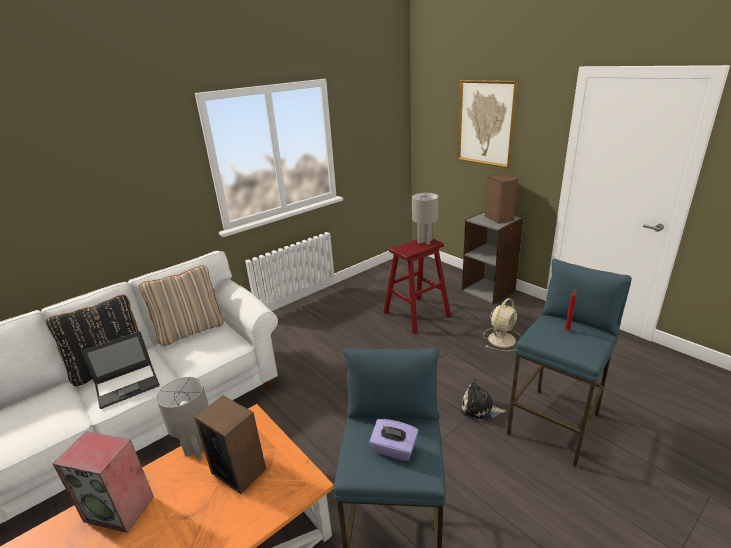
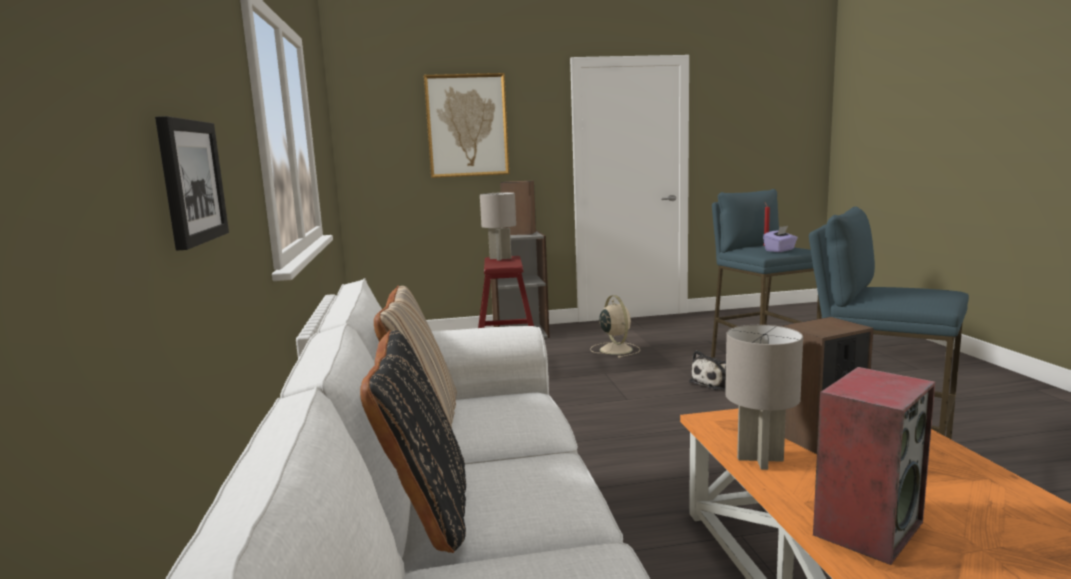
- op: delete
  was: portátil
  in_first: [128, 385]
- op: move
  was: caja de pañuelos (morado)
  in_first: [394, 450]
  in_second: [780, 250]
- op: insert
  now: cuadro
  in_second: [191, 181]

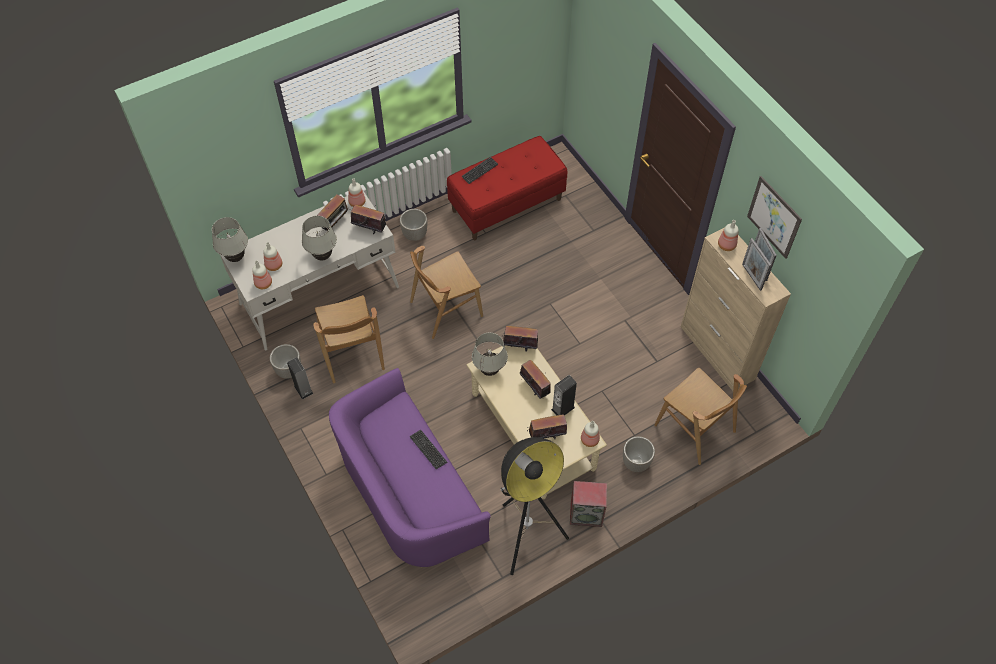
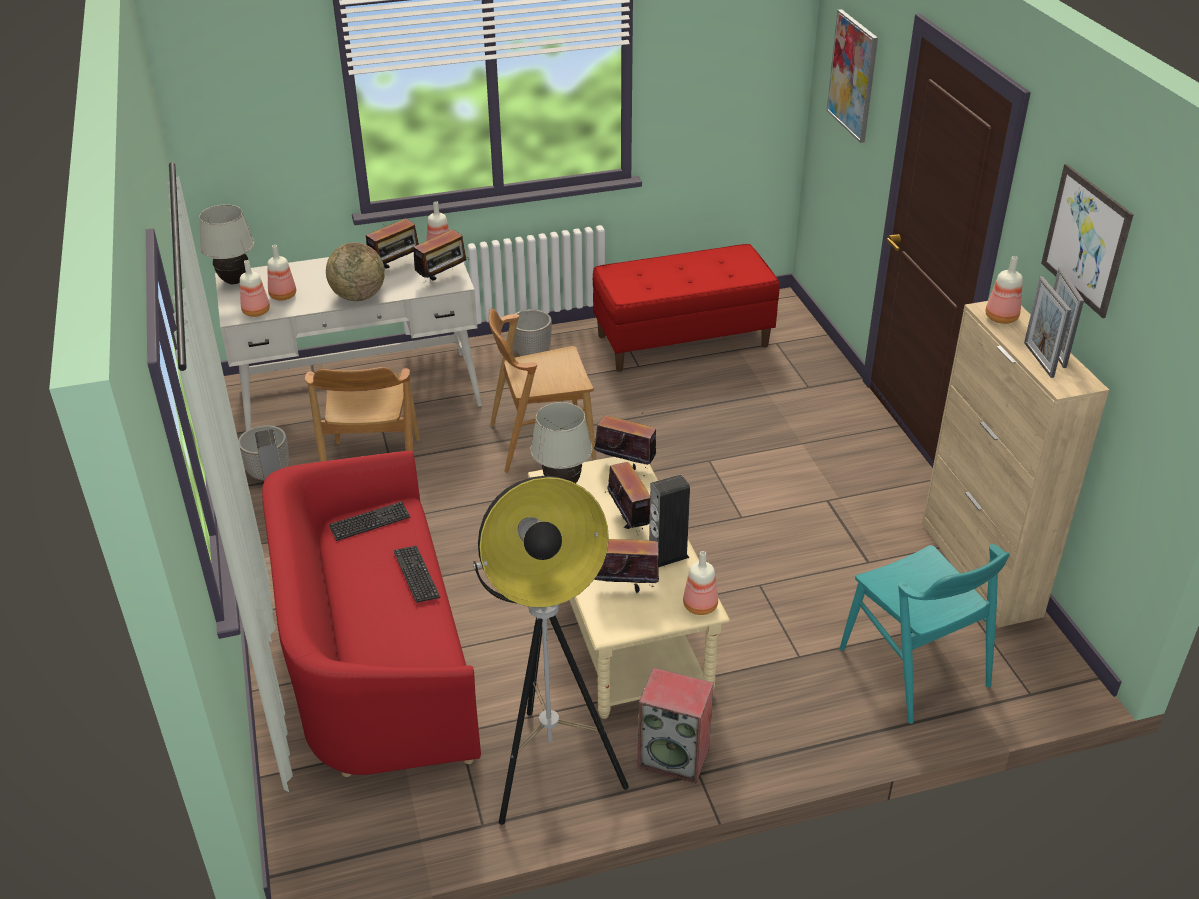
- op: move
  was: teclado
  in_first: [479, 171]
  in_second: [370, 522]
- op: rotate
  was: radio
  in_first: [369, 229]
  in_second: [443, 279]
  clockwise: 105
- op: replace
  was: lámpara de mesa (blanco)
  now: globo terráqueo
  in_first: [322, 256]
  in_second: [358, 296]
- op: recolor
  was: sofá (morado)
  now: sofá (rojo)
  in_first: [408, 490]
  in_second: [376, 660]
- op: recolor
  was: silla (marrón)
  now: silla (turquesa)
  in_first: [695, 428]
  in_second: [914, 668]
- op: delete
  was: maceta
  in_first: [636, 462]
- op: insert
  now: cuadro
  in_second: [853, 75]

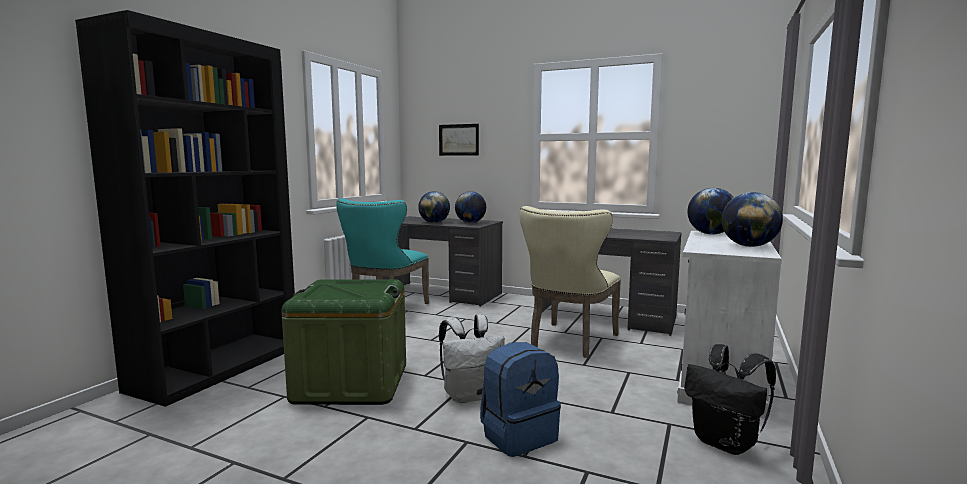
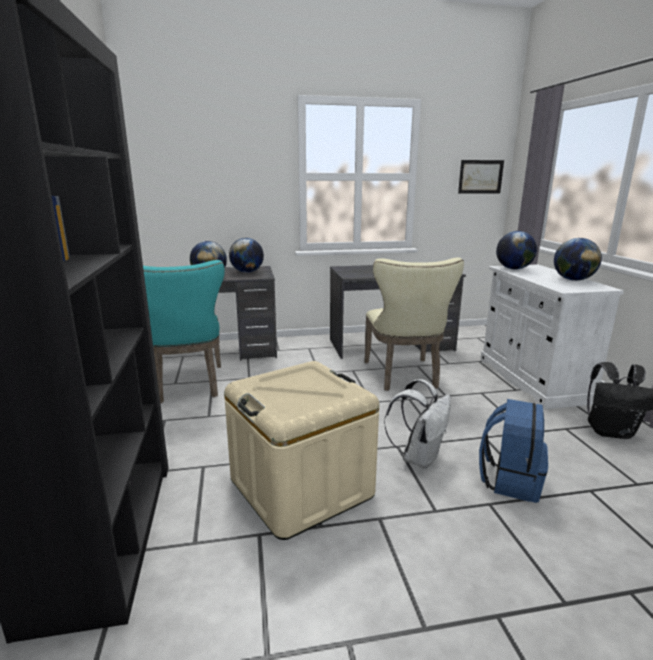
- op: move
  was: cuadro
  in_first: [458, 140]
  in_second: [480, 176]
- op: recolor
  was: caja de almacenaje (verde)
  now: caja de almacenaje (beis)
  in_first: [351, 383]
  in_second: [301, 487]

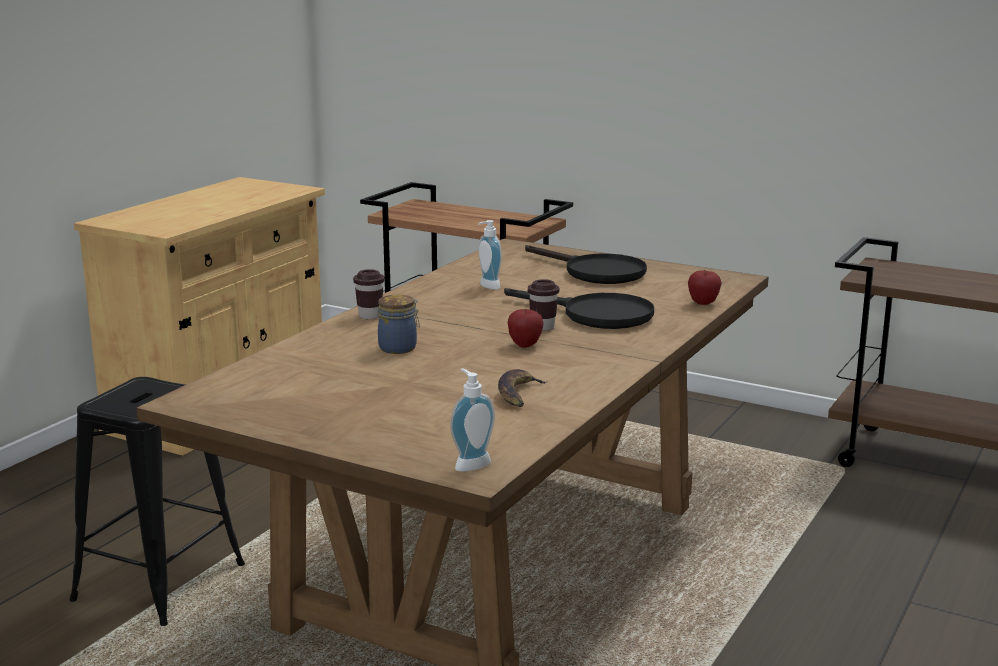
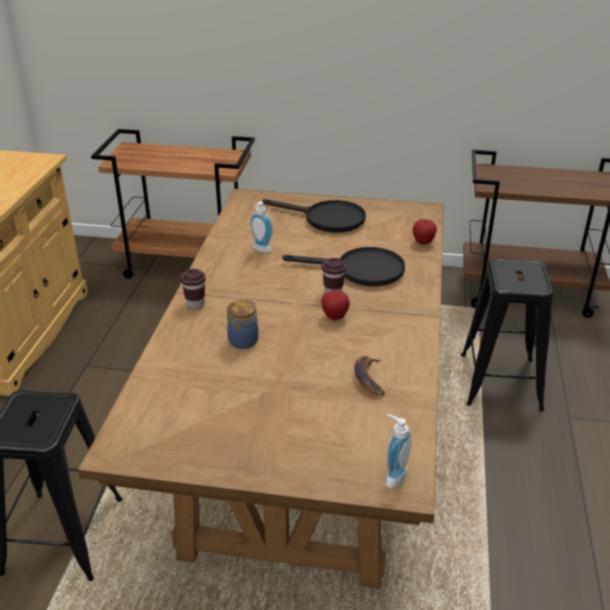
- op: insert
  now: taburete (negro)
  in_second: [500, 381]

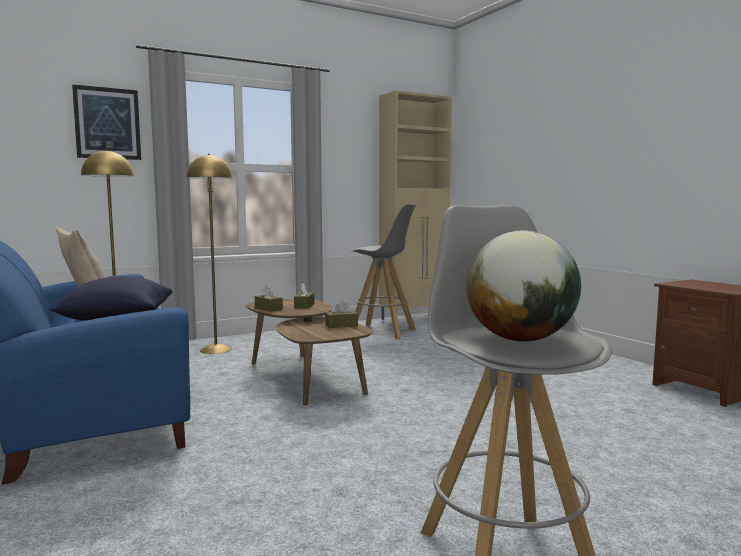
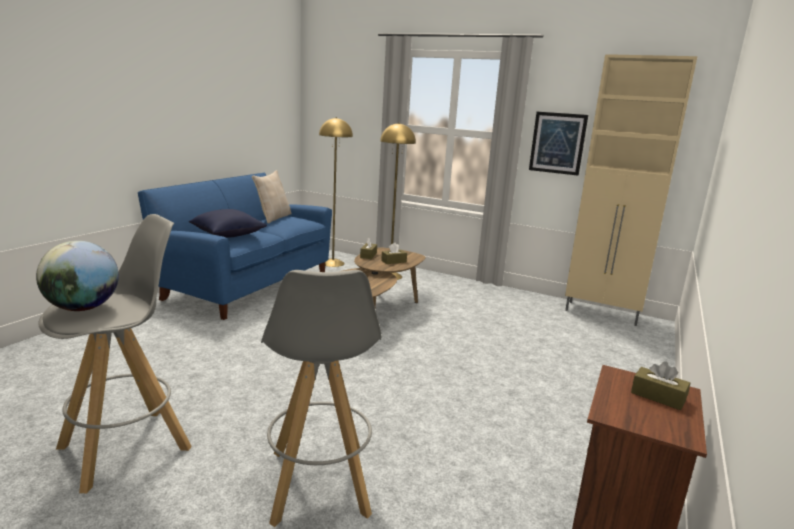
- op: move
  was: cuadro
  in_first: [107, 123]
  in_second: [557, 143]
- op: move
  was: taburete (gris)
  in_first: [383, 332]
  in_second: [319, 483]
- op: move
  was: caja de pañuelos (marrón)
  in_first: [341, 325]
  in_second: [658, 396]

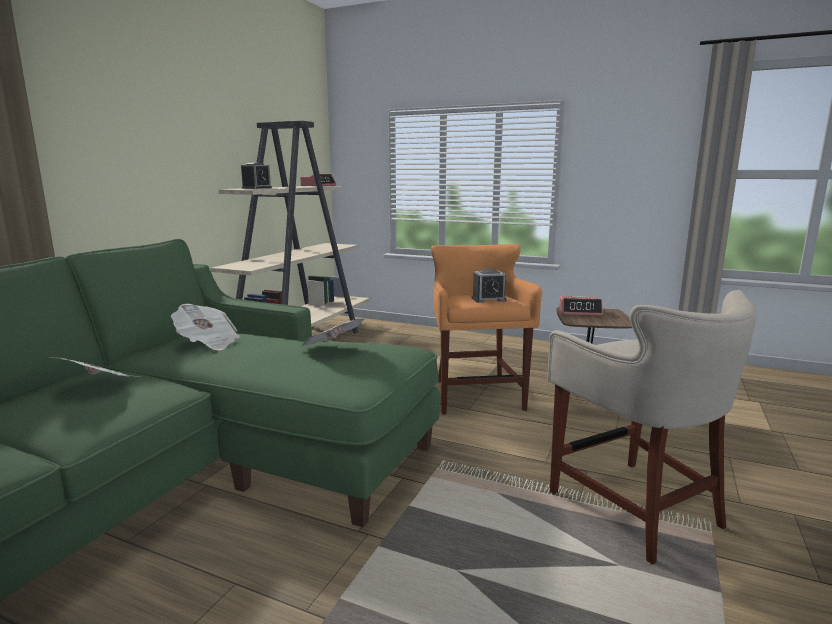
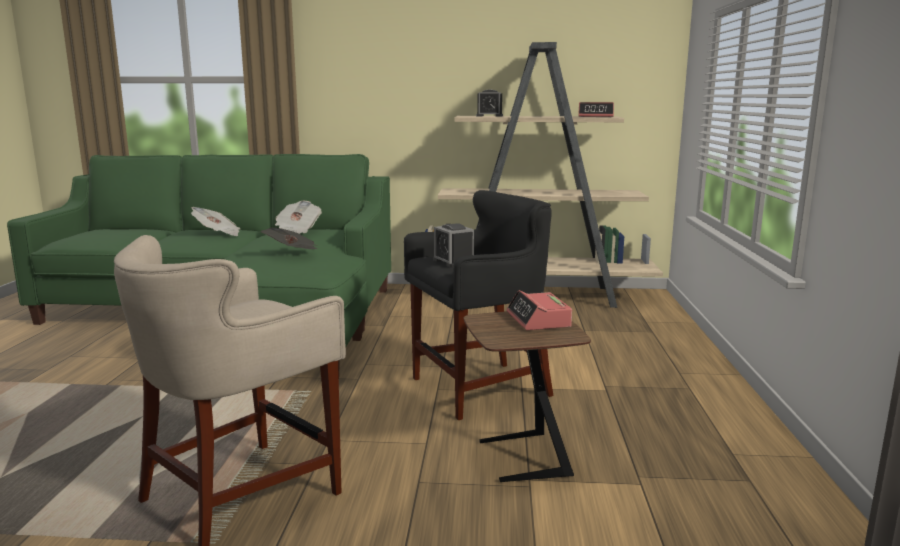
- op: recolor
  was: taburete (naranja)
  now: taburete (negro)
  in_first: [476, 396]
  in_second: [479, 389]

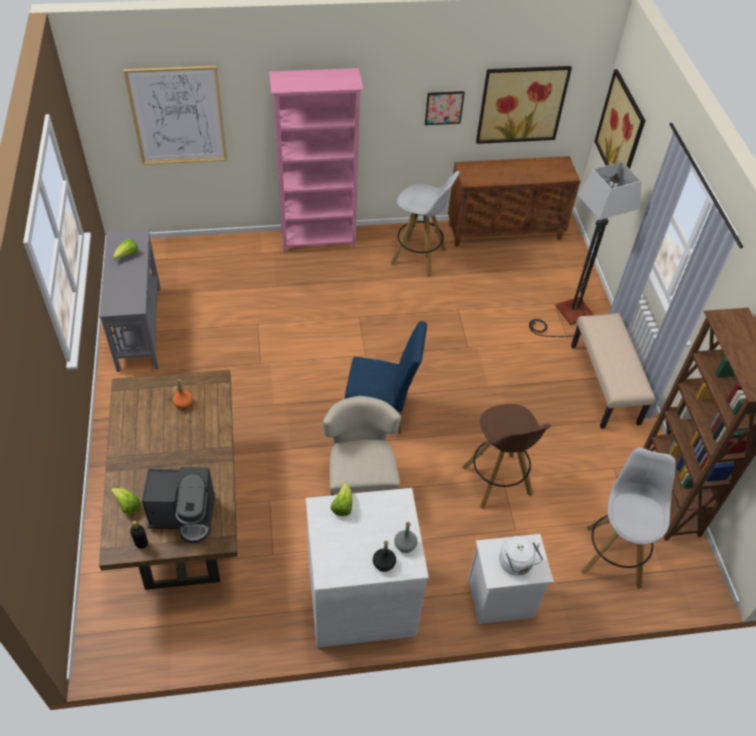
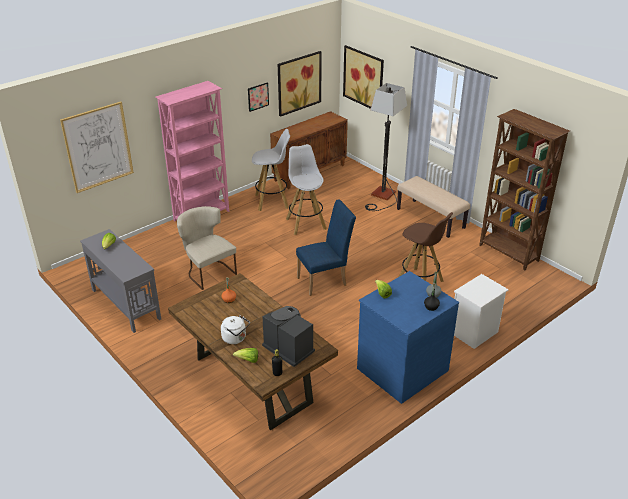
- op: move
  was: silla (beis)
  in_first: [360, 484]
  in_second: [208, 272]
- op: move
  was: taburete (blanco)
  in_first: [613, 555]
  in_second: [305, 223]
- op: rotate
  was: cafetera
  in_first: [184, 515]
  in_second: [288, 348]
  clockwise: -105
- op: recolor
  was: cómoda (blanco)
  now: cómoda (azul)
  in_first: [361, 597]
  in_second: [401, 368]
- op: move
  was: hervidor (blanco)
  in_first: [516, 564]
  in_second: [235, 338]

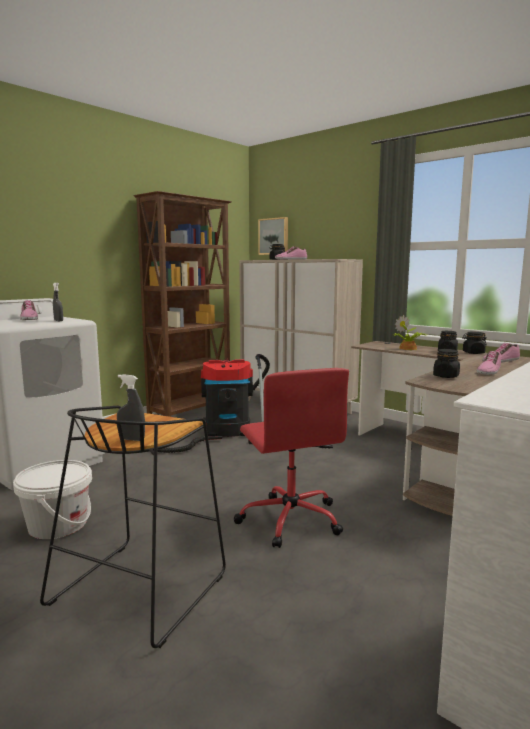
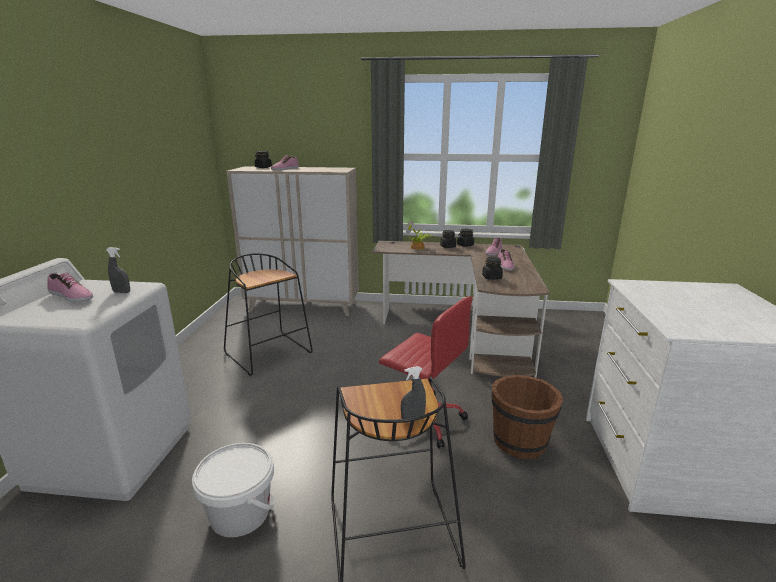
- op: delete
  was: estantería (marrón)
  in_first: [191, 411]
- op: delete
  was: cuadro
  in_first: [274, 236]
- op: replace
  was: aspiradora
  now: taburete (negro)
  in_first: [221, 432]
  in_second: [270, 354]
- op: insert
  now: cubo (marrón)
  in_second: [520, 441]

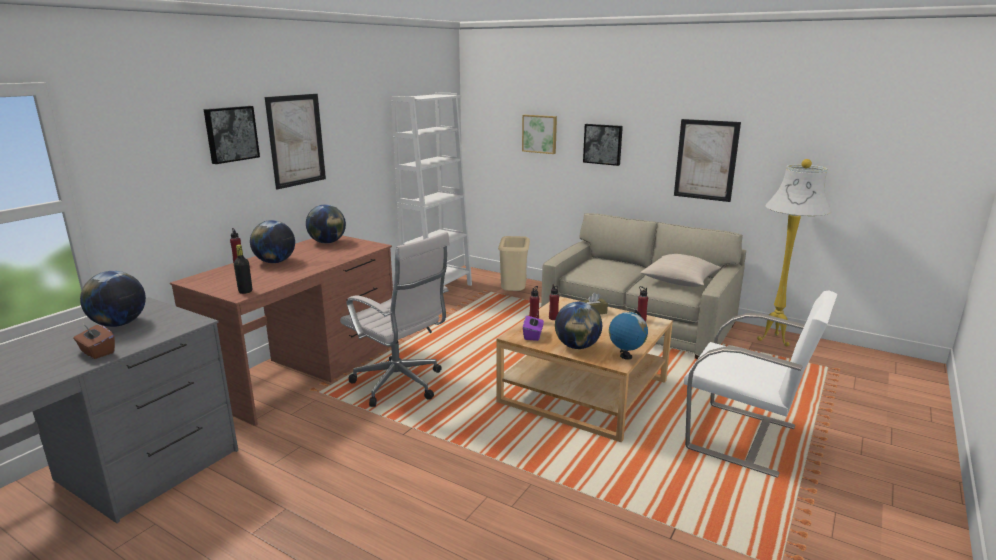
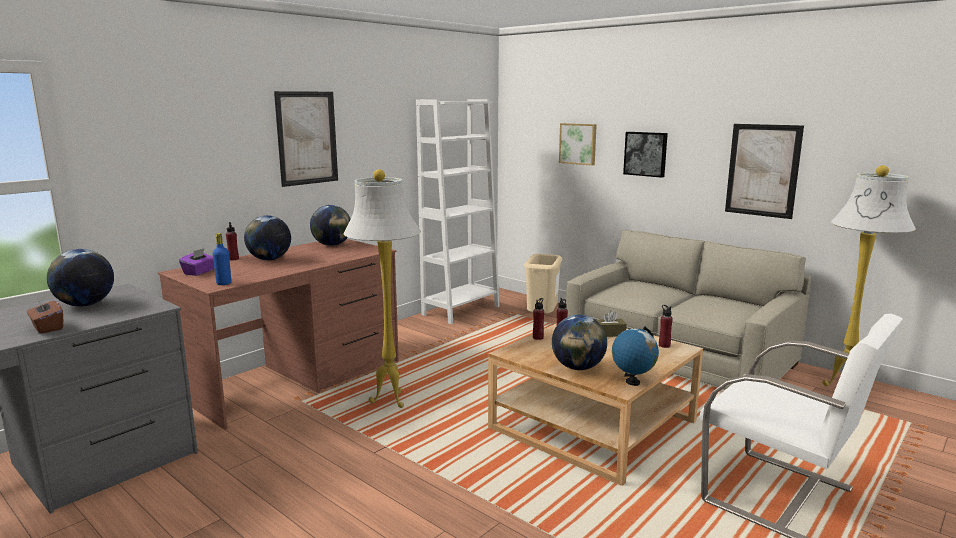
- op: delete
  was: cuadro
  in_first: [231, 134]
- op: replace
  was: silla de oficina (blanco)
  now: lámpara de pie (blanco)
  in_first: [400, 385]
  in_second: [389, 402]
- op: recolor
  was: botella (negro)
  now: botella (azul)
  in_first: [245, 291]
  in_second: [224, 283]
- op: delete
  was: cojín (beis)
  in_first: [679, 281]
- op: move
  was: caja de pañuelos (morado)
  in_first: [533, 335]
  in_second: [199, 272]

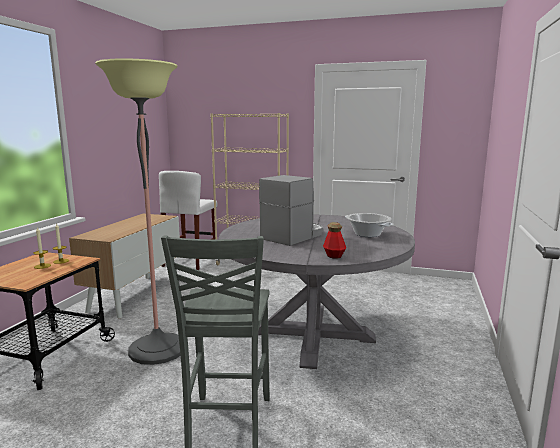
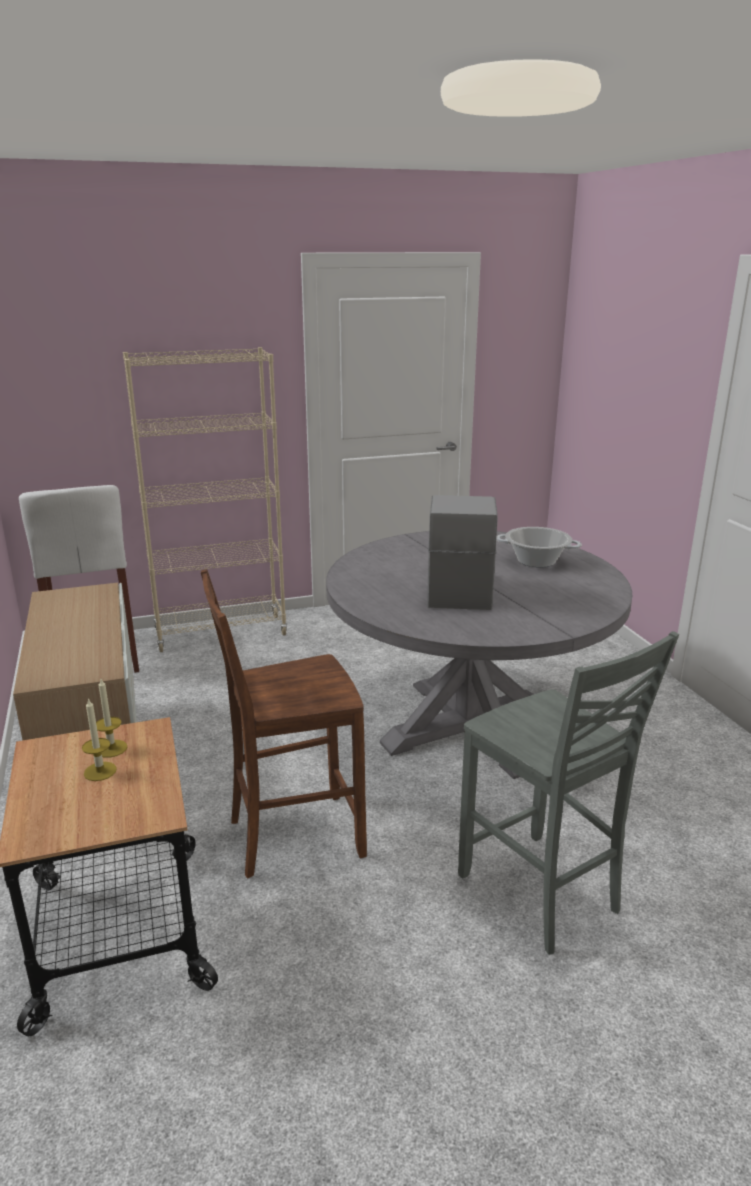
- op: replace
  was: lámpara de pie
  now: silla (marrón)
  in_first: [158, 349]
  in_second: [292, 836]
- op: delete
  was: botella
  in_first: [334, 256]

